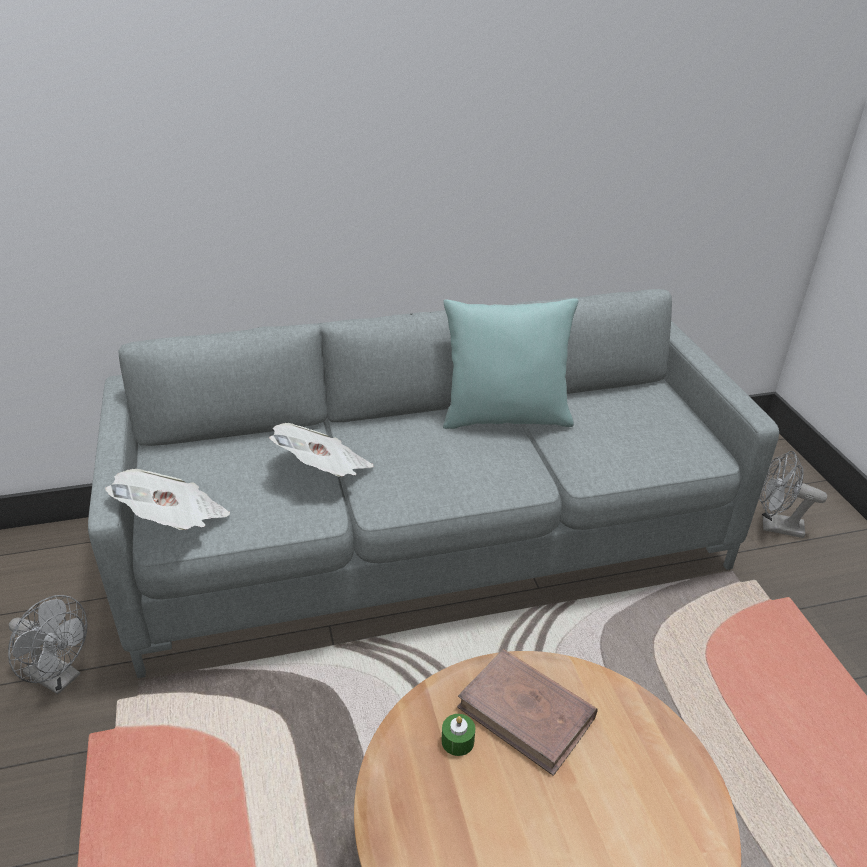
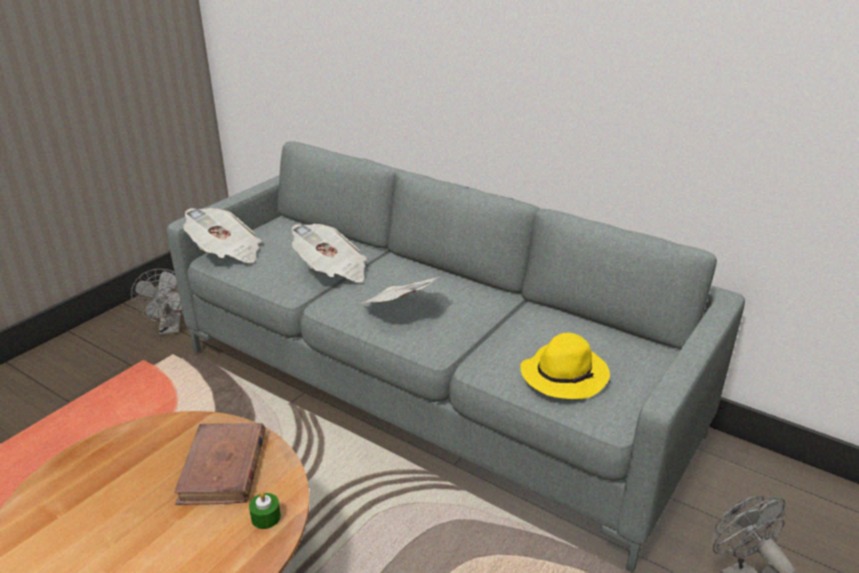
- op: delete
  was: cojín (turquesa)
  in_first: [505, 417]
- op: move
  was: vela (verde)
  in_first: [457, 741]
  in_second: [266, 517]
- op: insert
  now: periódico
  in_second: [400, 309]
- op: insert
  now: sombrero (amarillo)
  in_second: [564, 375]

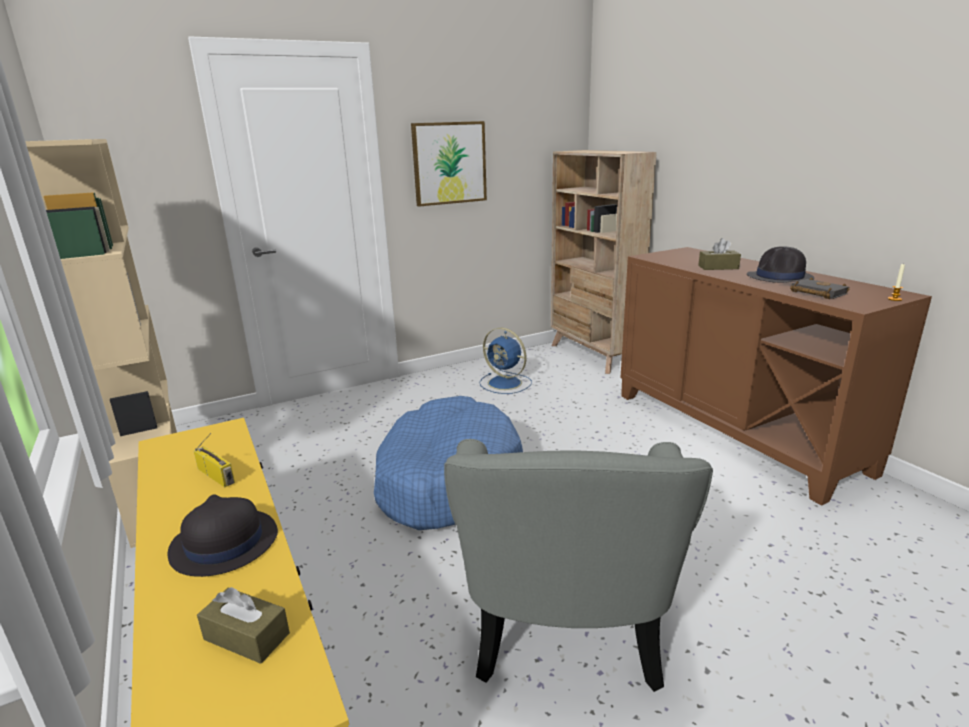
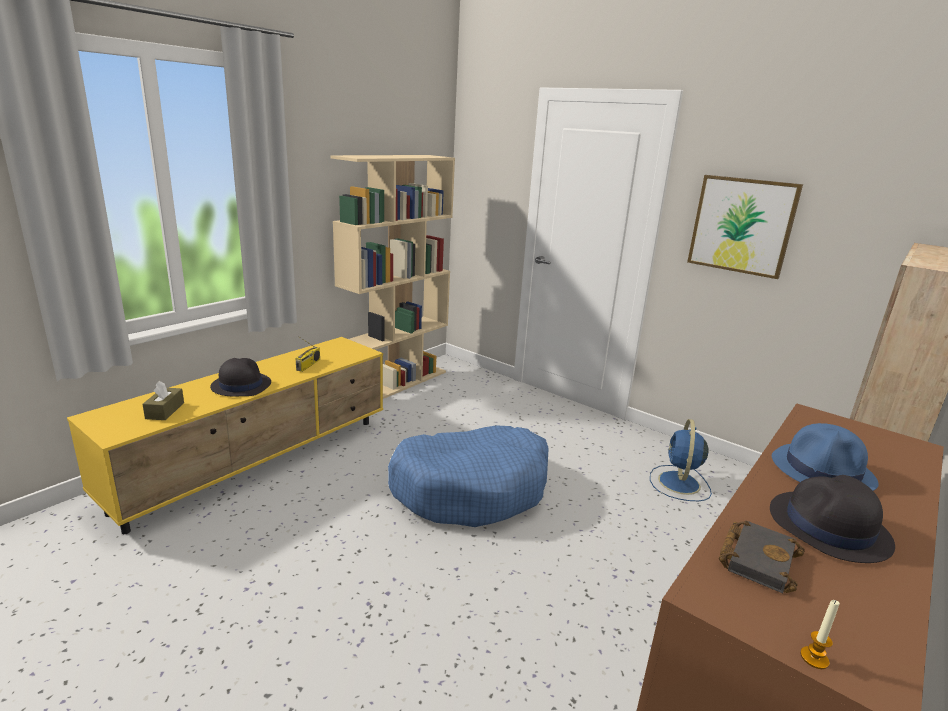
- op: replace
  was: caja de pañuelos (marrón)
  now: sombrero (azul)
  in_first: [718, 267]
  in_second: [823, 471]
- op: delete
  was: sillón (gris)
  in_first: [564, 616]

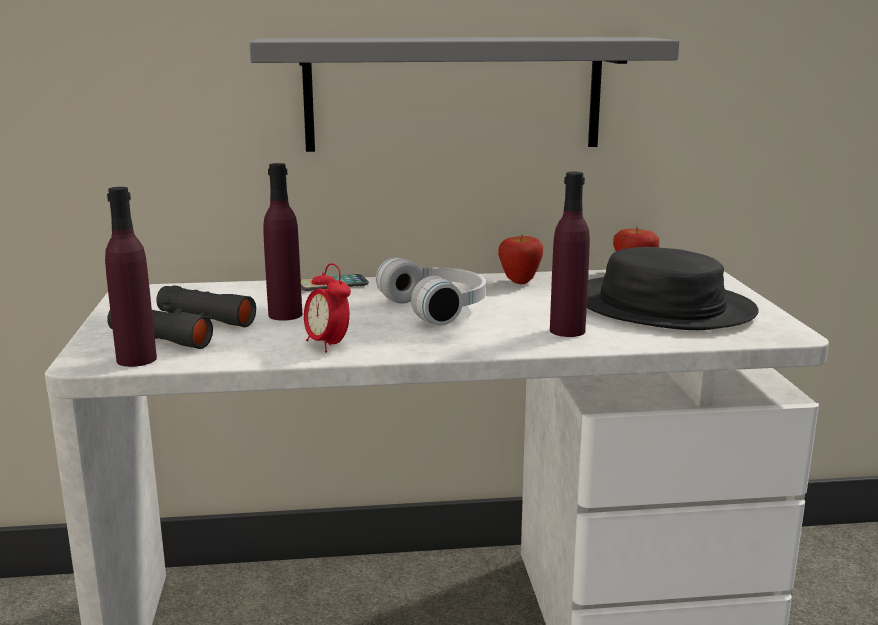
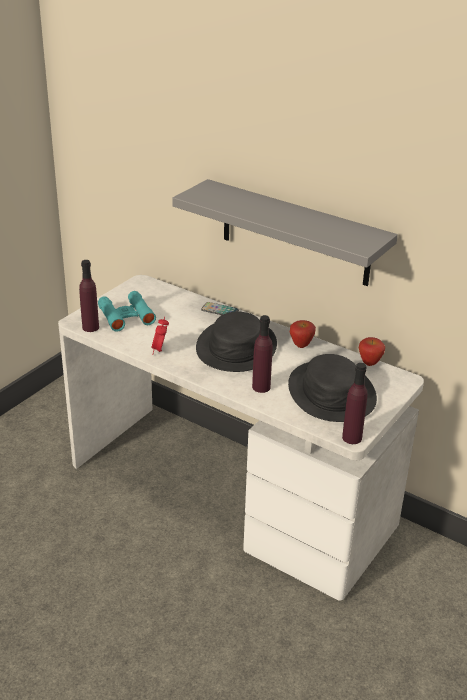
- op: move
  was: botella (morado)
  in_first: [285, 315]
  in_second: [352, 438]
- op: replace
  was: auriculares (blanco)
  now: sombrero (negro)
  in_first: [438, 308]
  in_second: [236, 347]
- op: recolor
  was: prismáticos (negro)
  now: prismáticos (turquesa)
  in_first: [184, 329]
  in_second: [126, 316]

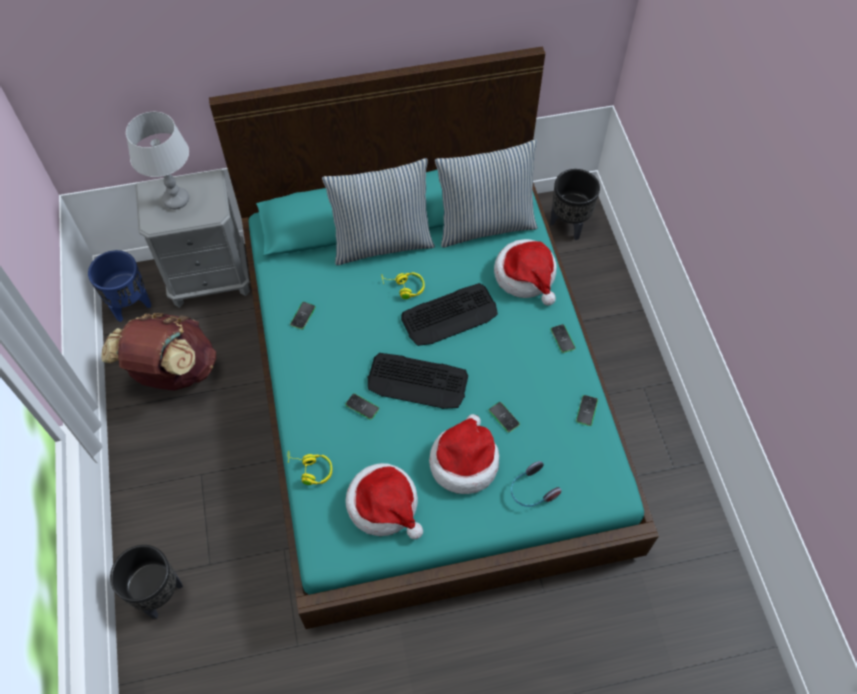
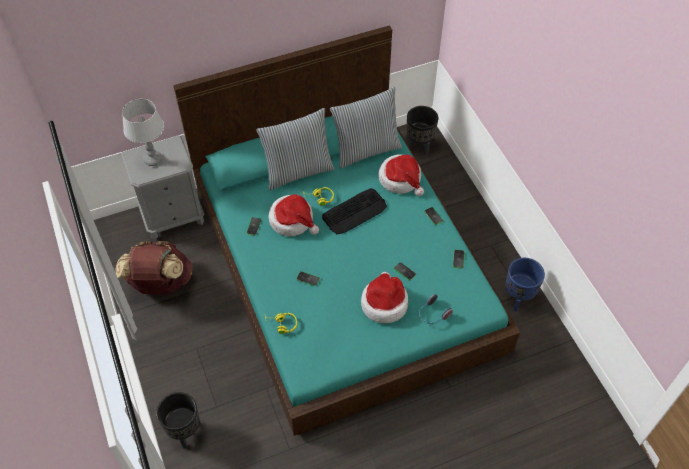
- op: move
  was: maceta (azul)
  in_first: [131, 306]
  in_second: [517, 298]
- op: delete
  was: teclado
  in_first: [417, 381]
- op: move
  was: sombrero
  in_first: [384, 505]
  in_second: [292, 220]

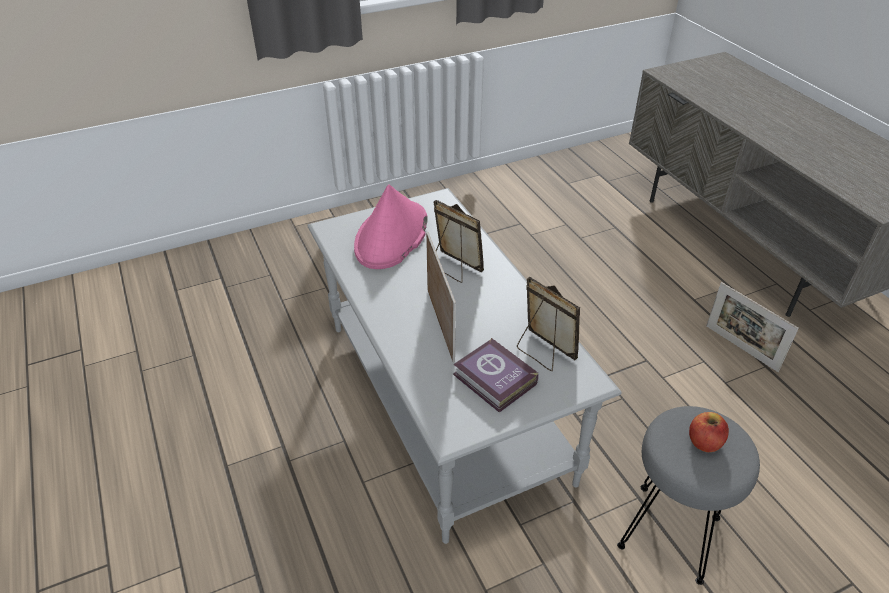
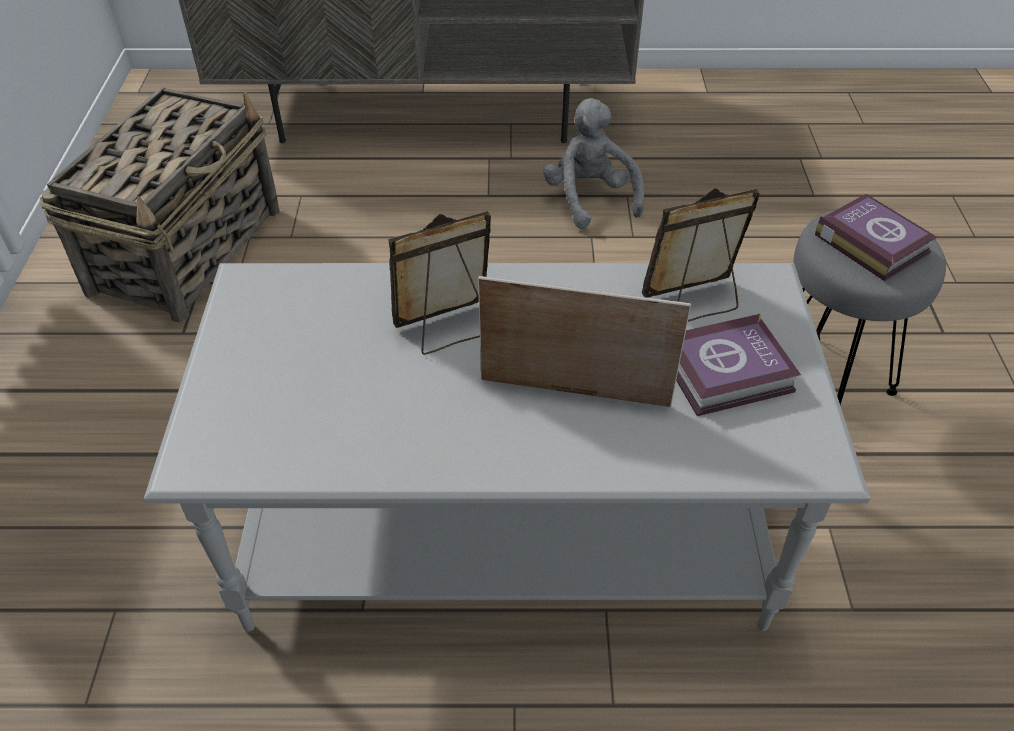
- op: delete
  was: sombrero (rosa)
  in_first: [391, 236]
- op: replace
  was: portarretratos
  now: peluche (gris)
  in_first: [741, 348]
  in_second: [589, 199]
- op: replace
  was: manzana
  now: libro
  in_first: [704, 442]
  in_second: [871, 242]
- op: insert
  now: cesta
  in_second: [189, 249]

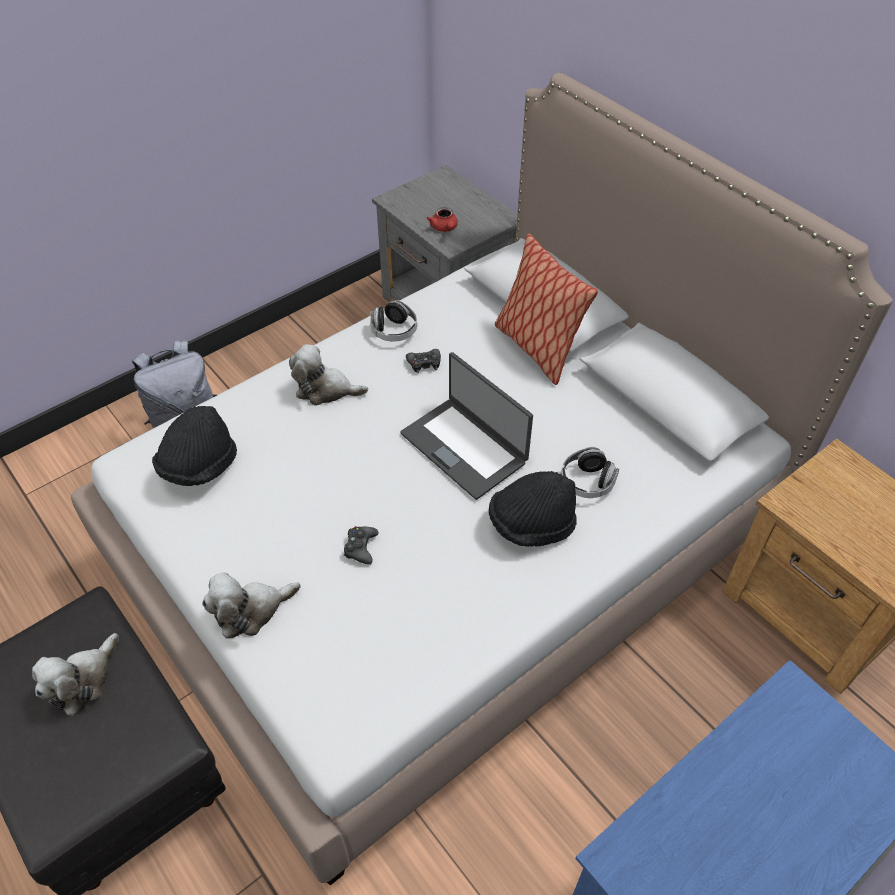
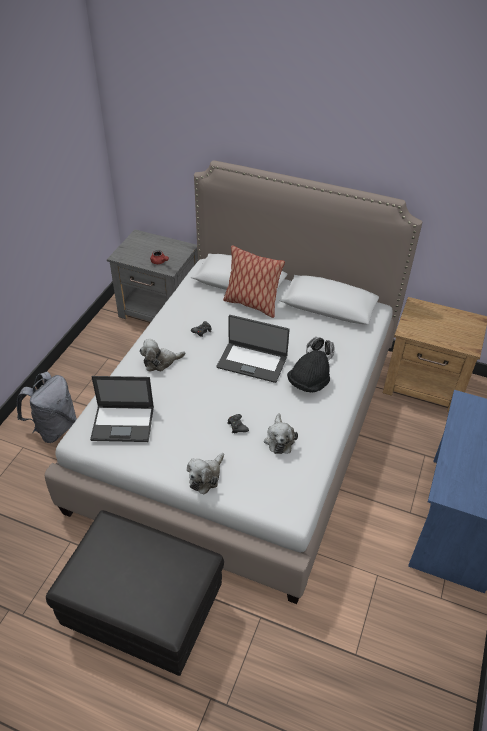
- op: delete
  was: auriculares
  in_first: [394, 331]
- op: replace
  was: sombrero (negro)
  now: portátil
  in_first: [199, 466]
  in_second: [124, 423]
- op: move
  was: peluche
  in_first: [83, 681]
  in_second: [279, 439]

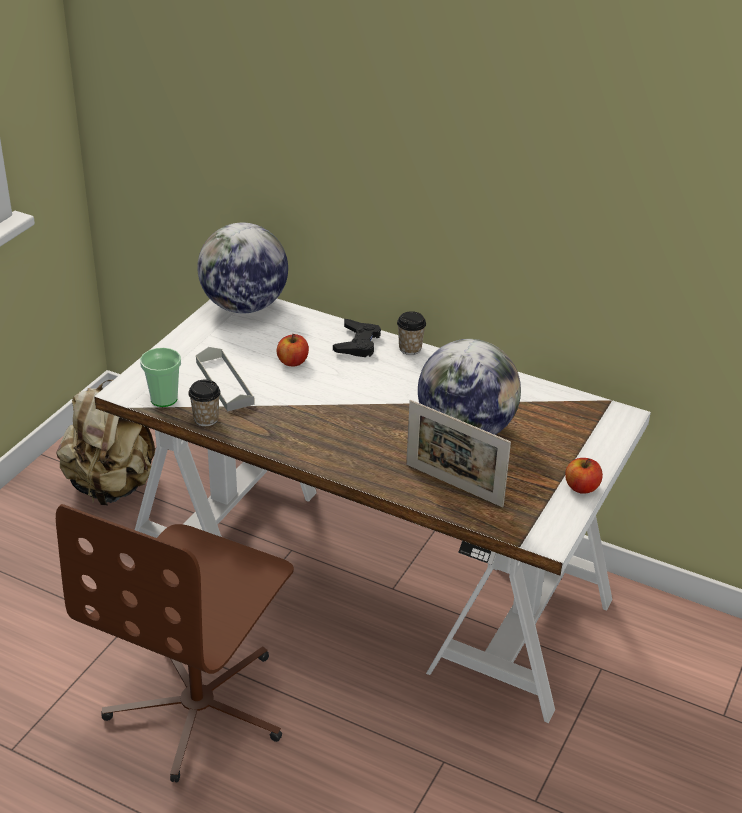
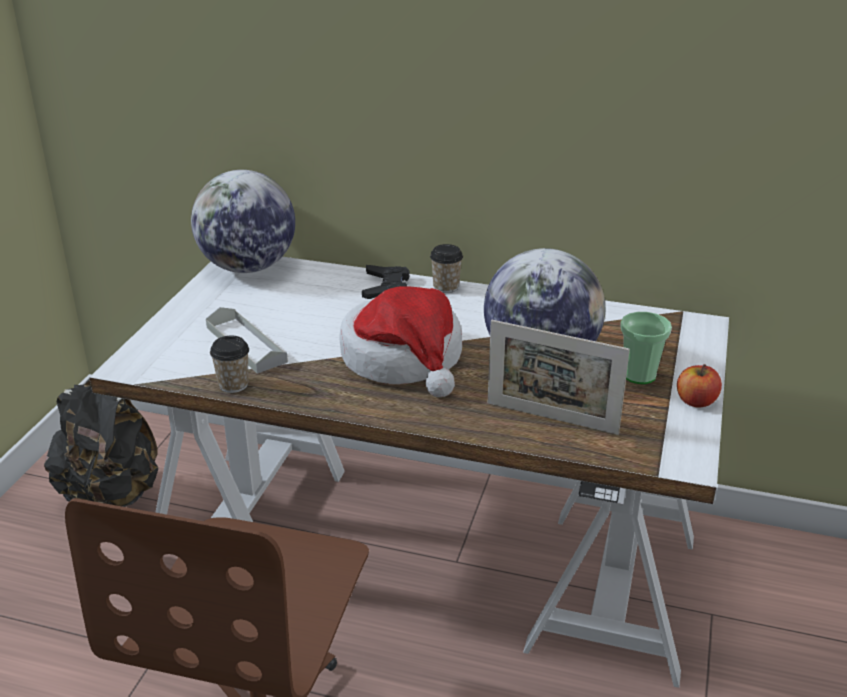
- op: delete
  was: manzana
  in_first: [293, 362]
- op: move
  was: taza
  in_first: [164, 399]
  in_second: [639, 375]
- op: recolor
  was: mochila (beis)
  now: mochila (negro)
  in_first: [111, 486]
  in_second: [111, 497]
- op: insert
  now: sombrero
  in_second: [404, 359]

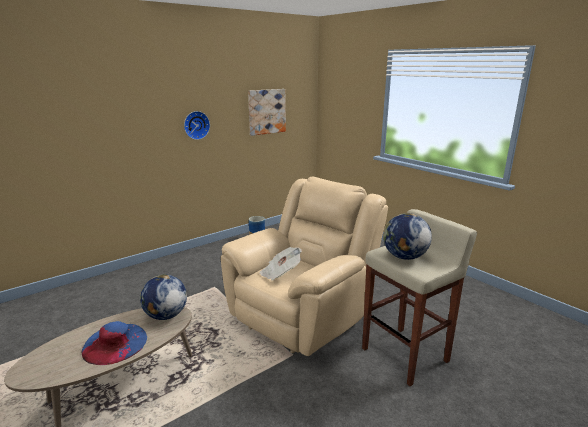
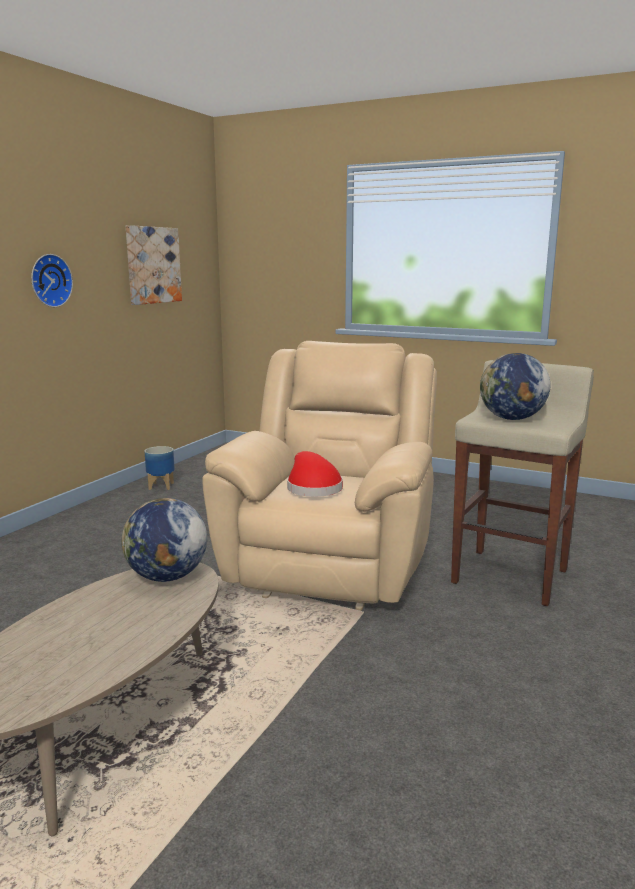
- op: replace
  was: periódico
  now: sombrero (rojo)
  in_first: [280, 273]
  in_second: [312, 487]
- op: delete
  was: sombrero (azul)
  in_first: [115, 343]

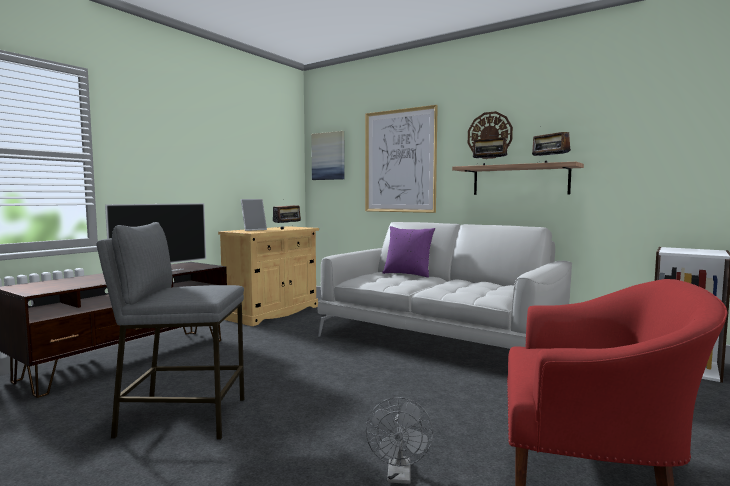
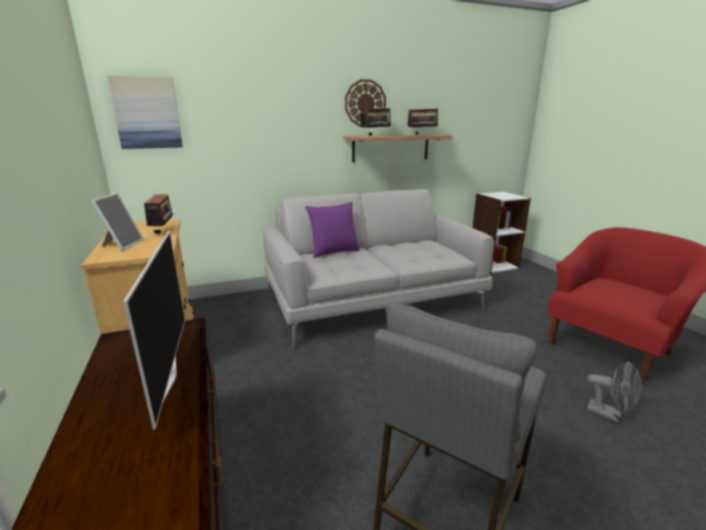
- op: delete
  was: cuadro
  in_first: [400, 161]

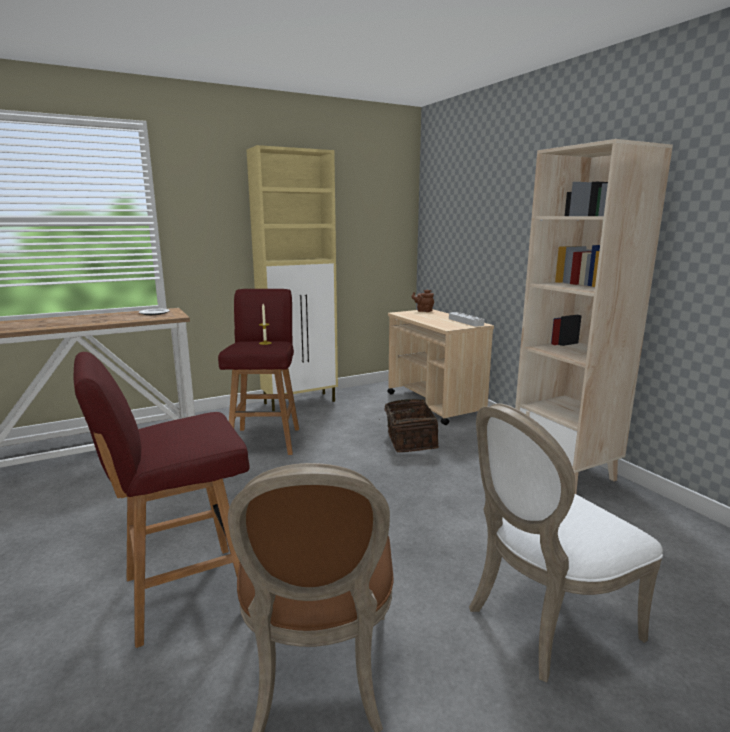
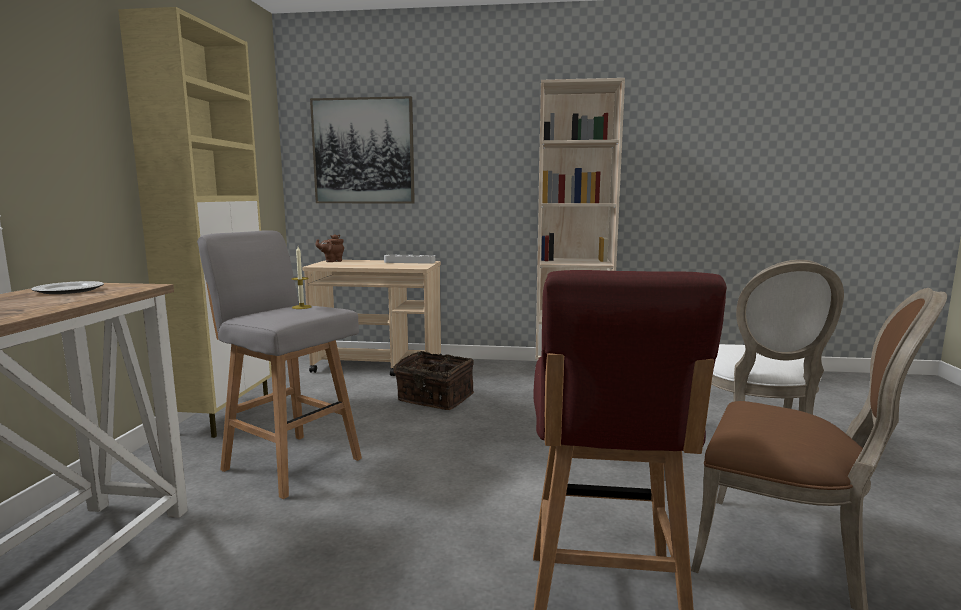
- op: recolor
  was: taburete (rojo)
  now: taburete (gris)
  in_first: [265, 440]
  in_second: [290, 463]
- op: insert
  now: cuadro
  in_second: [363, 151]

